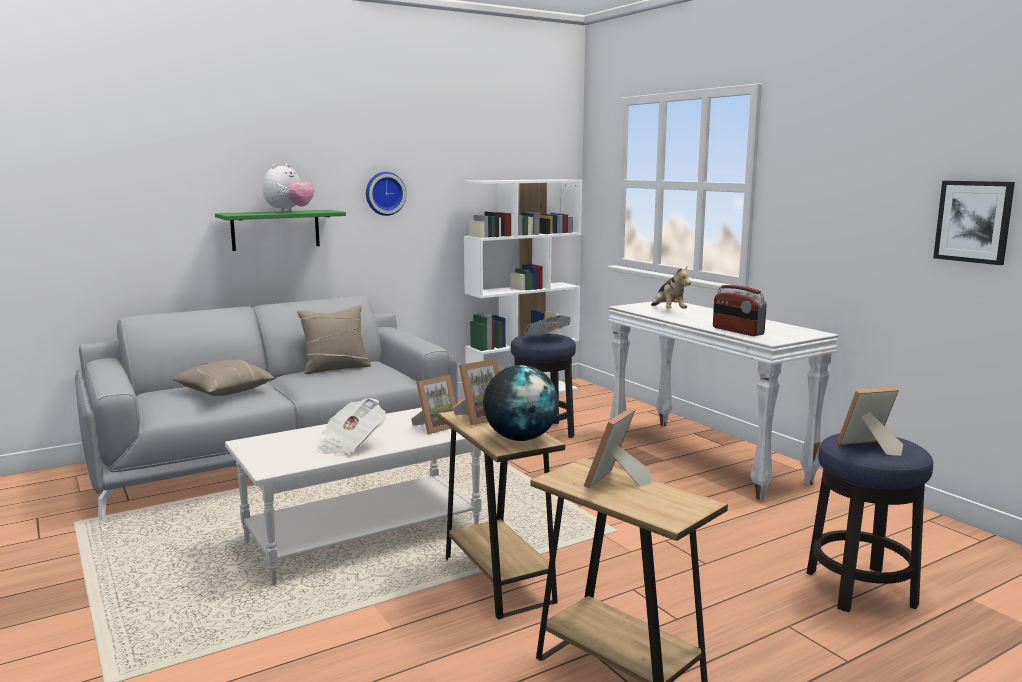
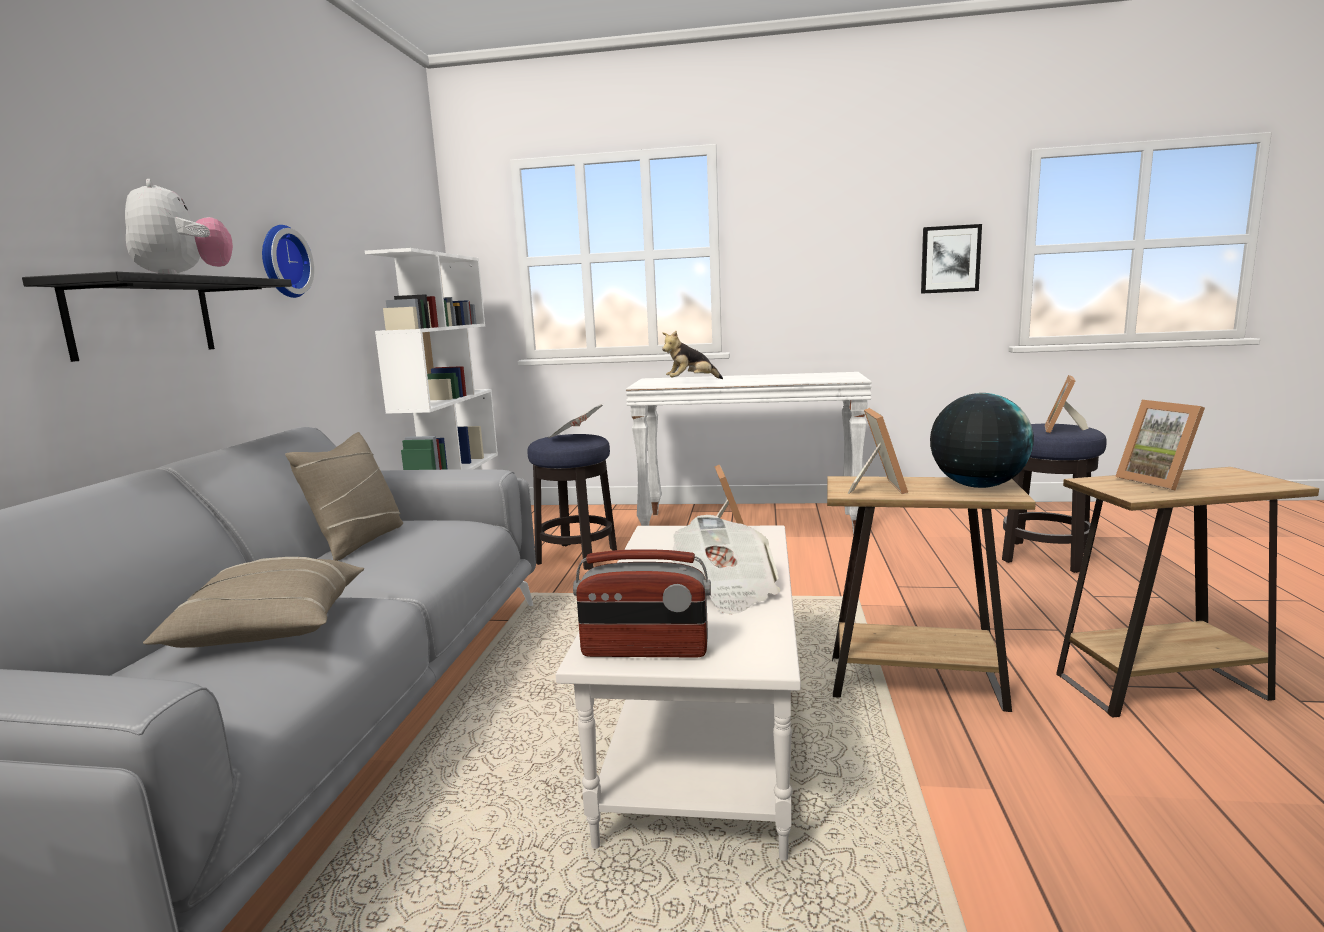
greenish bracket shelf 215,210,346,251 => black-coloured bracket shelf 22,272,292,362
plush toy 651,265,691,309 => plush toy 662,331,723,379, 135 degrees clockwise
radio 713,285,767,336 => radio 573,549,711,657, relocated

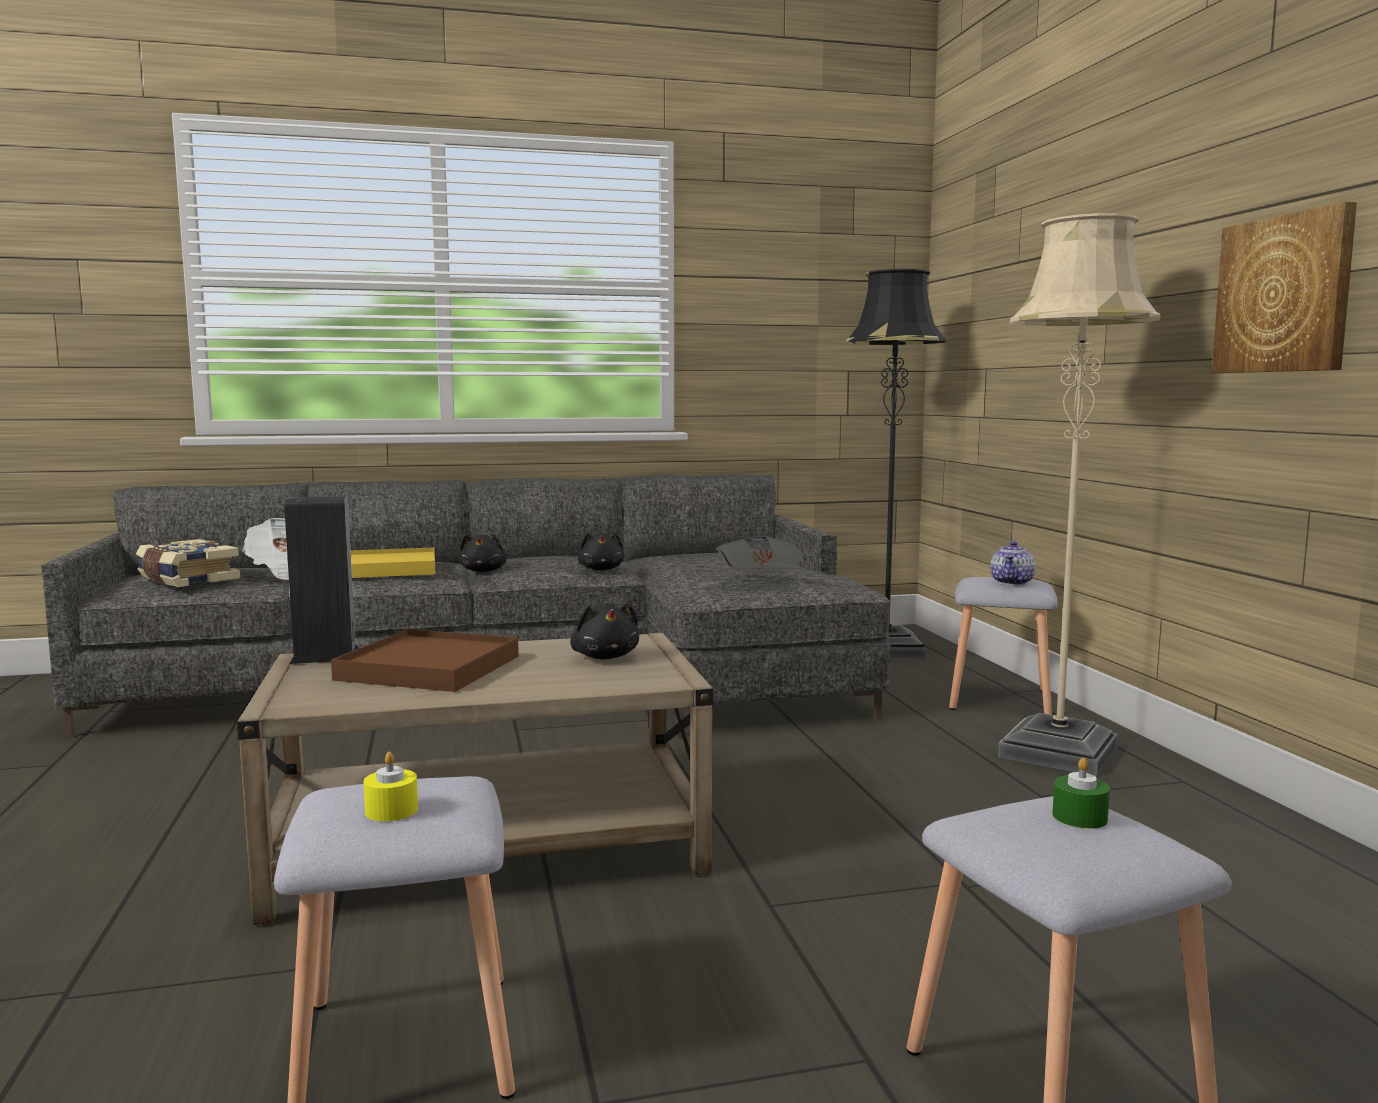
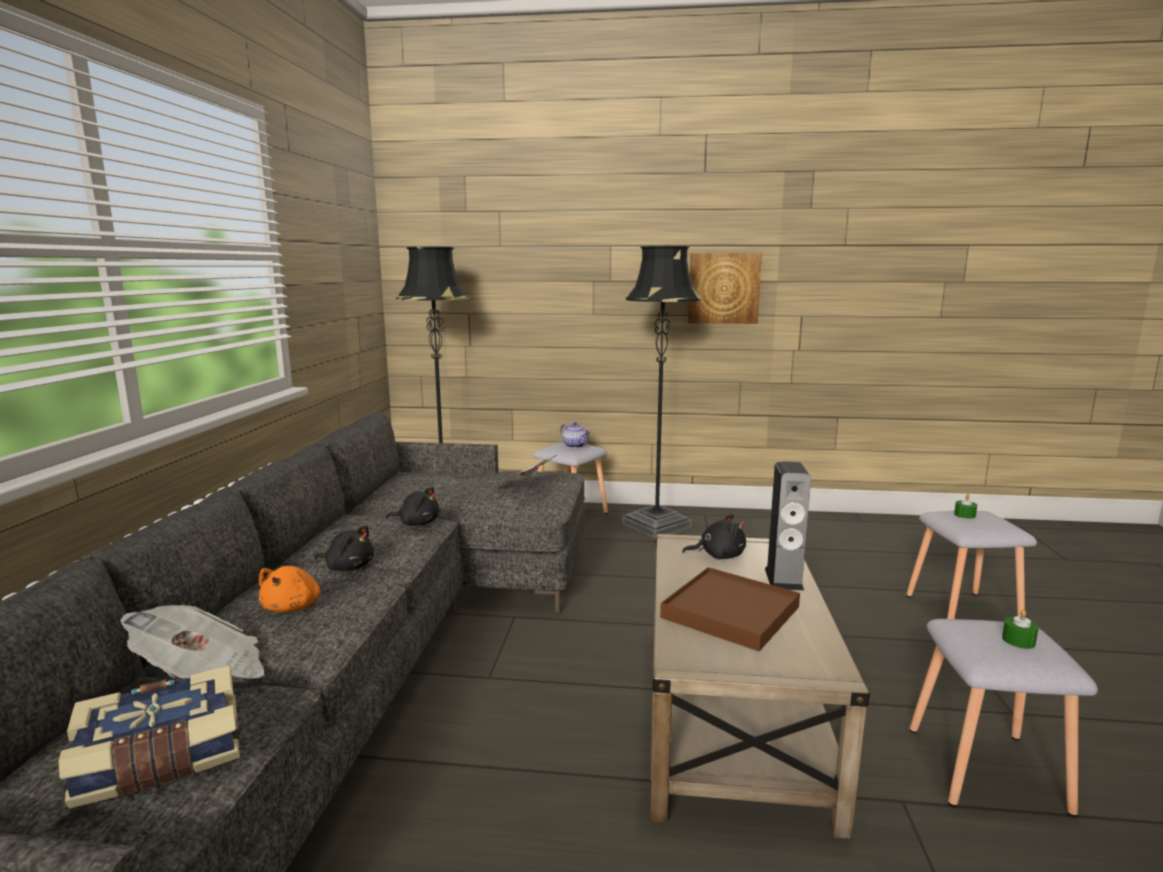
speaker 284,496,359,664 => speaker 765,461,811,591, relocated
yellowish carrying tray 351,547,435,578 => orange-coloured plush toy 259,566,320,613
yellowish wax light 364,752,418,821 => greenish wax light 1002,610,1039,649
beige-coloured floor lamp 998,213,1161,776 => black-coloured floor lamp 623,246,702,538

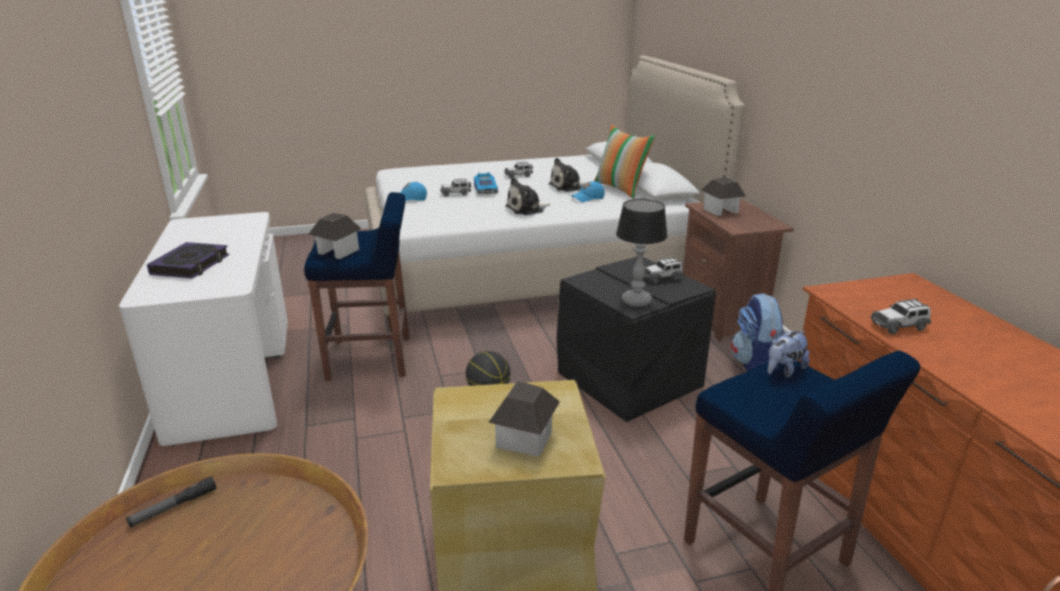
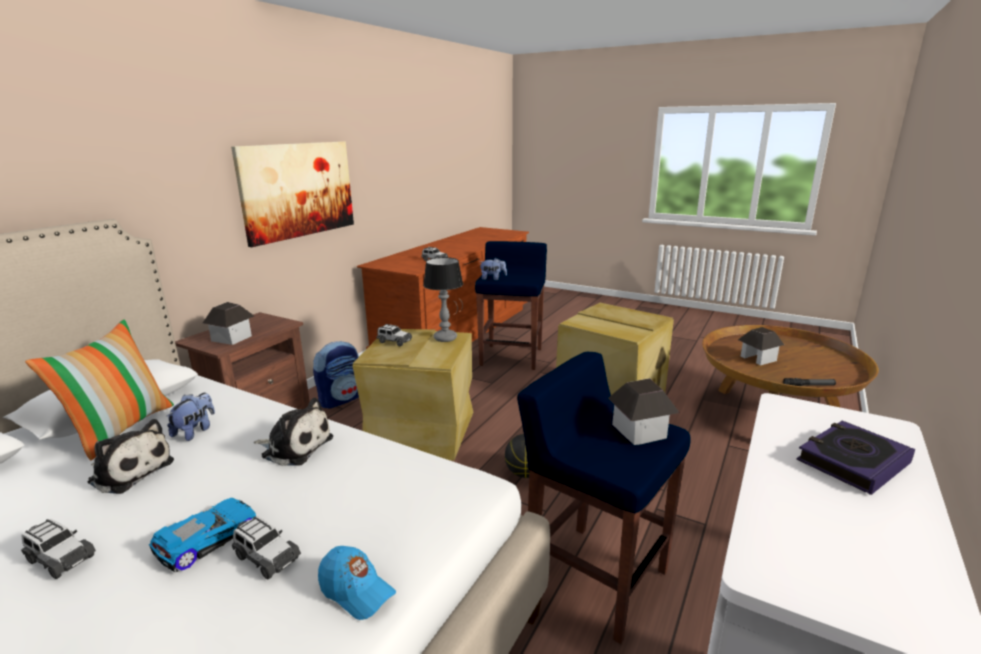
miniature house 488,381,560,457 => miniature house 738,327,784,365, relocated
black-coloured storage container 557,257,716,422 => beige-coloured storage container 353,329,474,461
blue-coloured peaked cap 571,181,604,202 => plush toy 167,393,215,441
nothing => wall picture 231,141,354,247

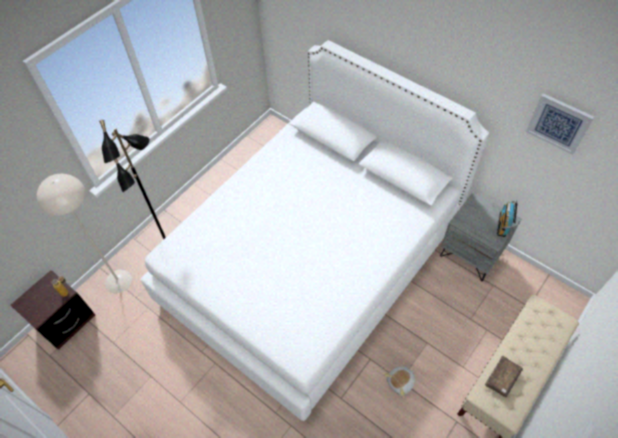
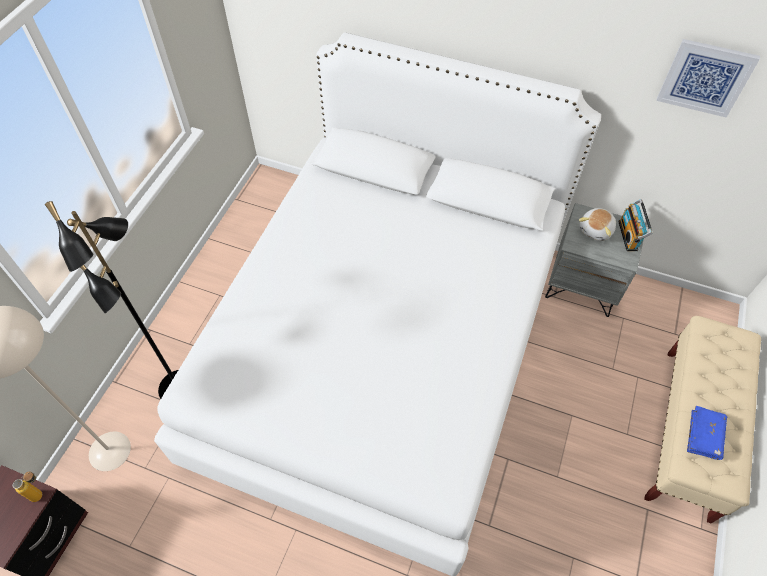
plush toy 384,366,415,396 => plush toy 579,208,616,241, relocated
brown-coloured volume 485,356,523,397 => blue-coloured volume 687,406,727,460

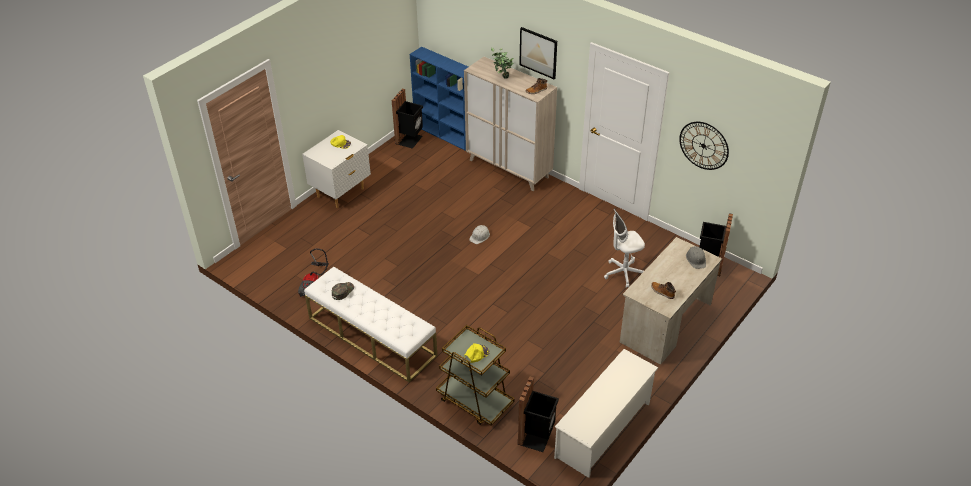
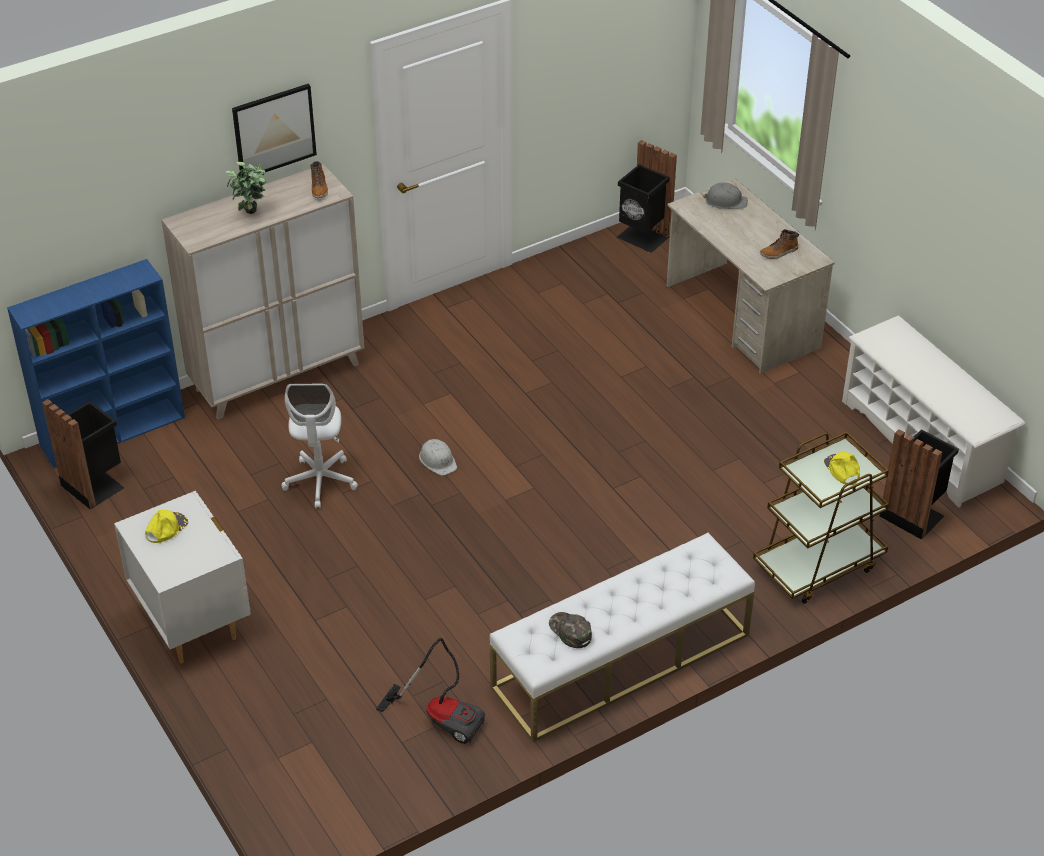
whitish office chair 604,209,645,288 => whitish office chair 281,383,358,508, relocated
clock on the wall 679,122,729,170 => nothing

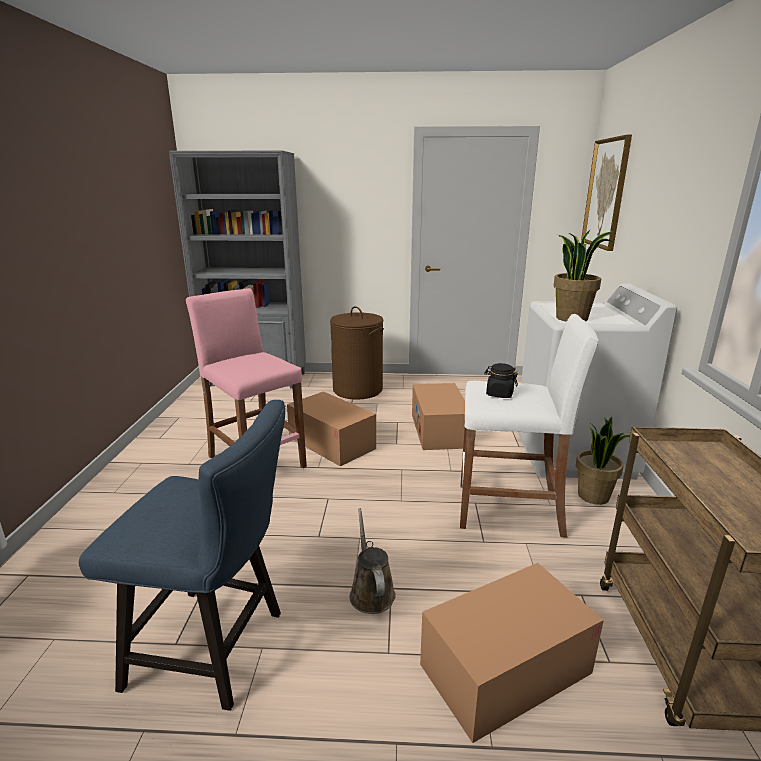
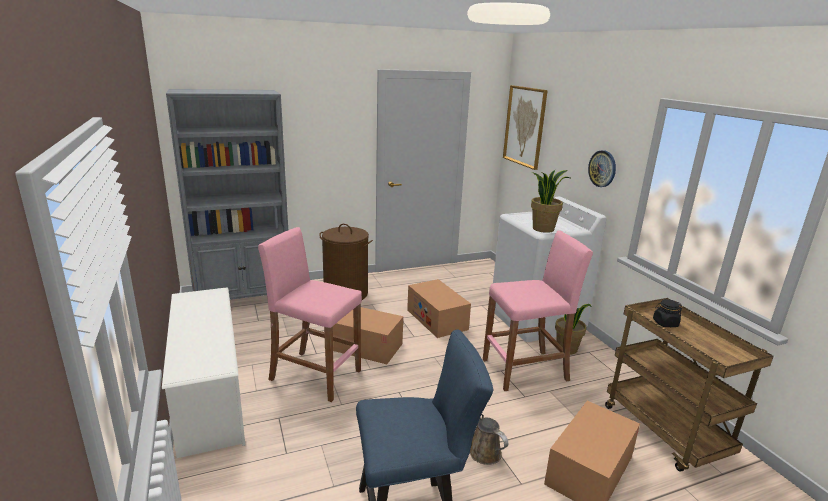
whitish stool 460,314,599,538 => pink-coloured stool 483,230,593,391
black-coloured storage jar 484,363,518,398 => black-coloured storage jar 653,299,682,327, relocated
nothing => whitish shoe stand 162,287,245,458
nothing => clock on the wall 588,150,616,187

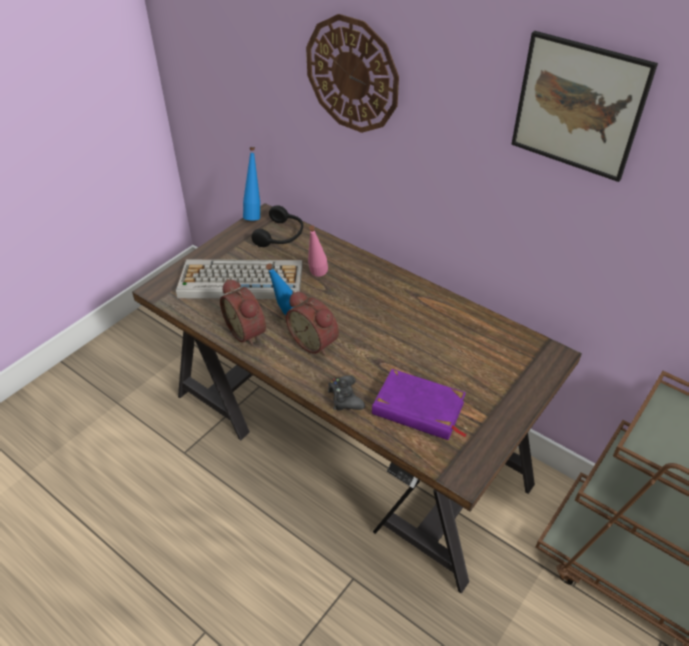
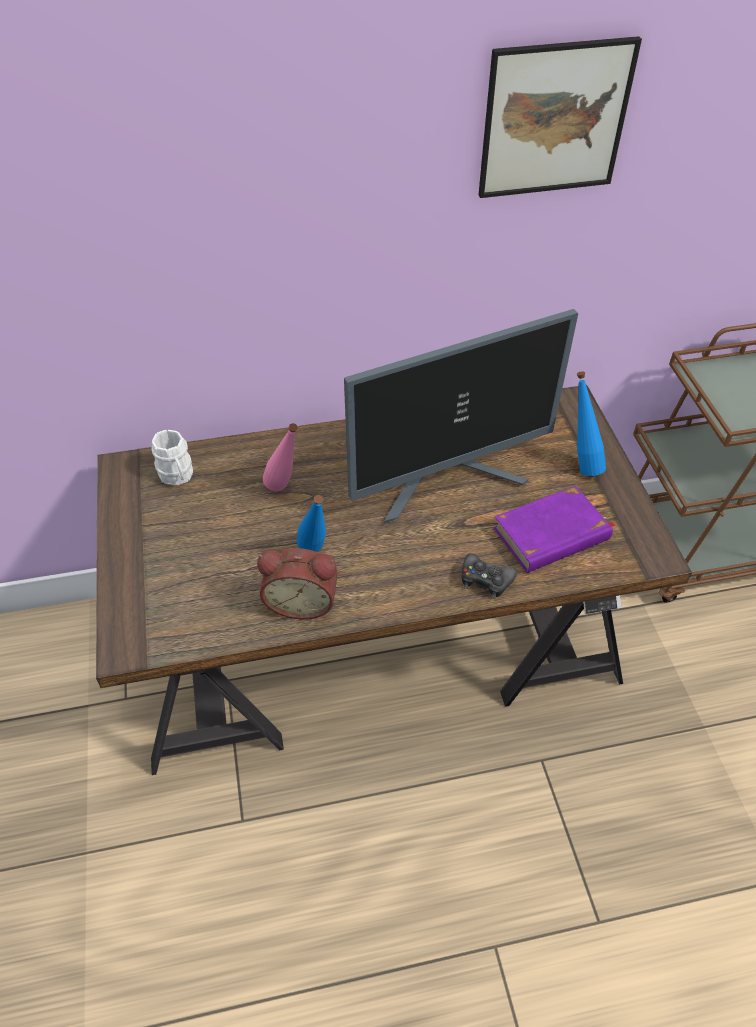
PC keyboard 176,260,303,299 => nothing
blue-coloured drink bottle 243,147,260,220 => blue-coloured drink bottle 577,371,606,476, relocated
black-coloured headset 252,205,303,247 => whitish coffee mug 151,430,193,485
table clock 286,291,339,355 => nothing
clock on the wall 306,14,399,133 => nothing
nothing => monitor 344,309,578,524

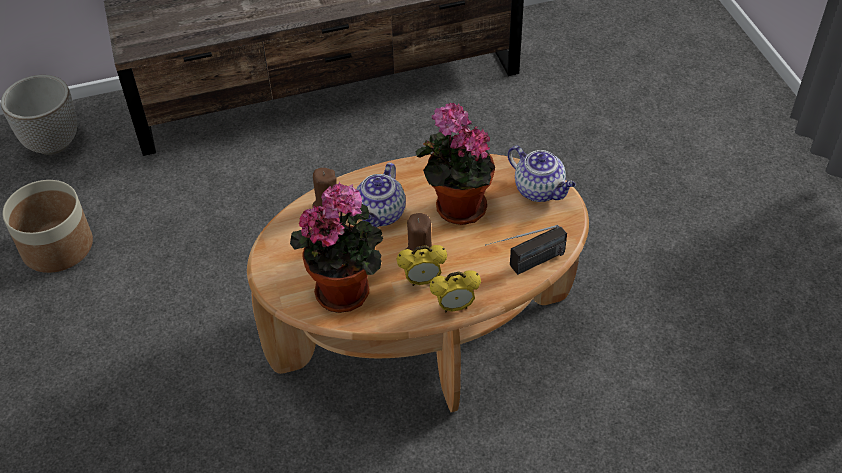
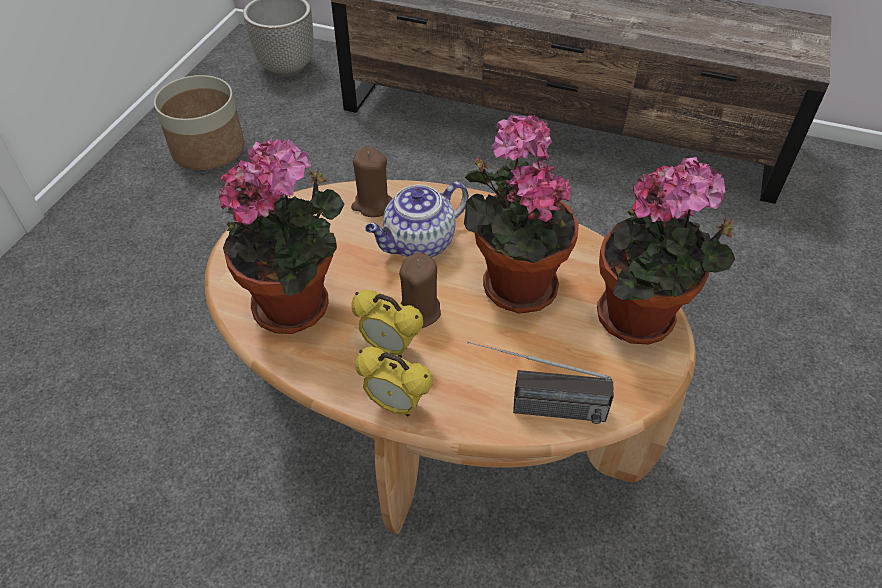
pot for tea 508,146,576,202 => potted plant 597,157,735,344

